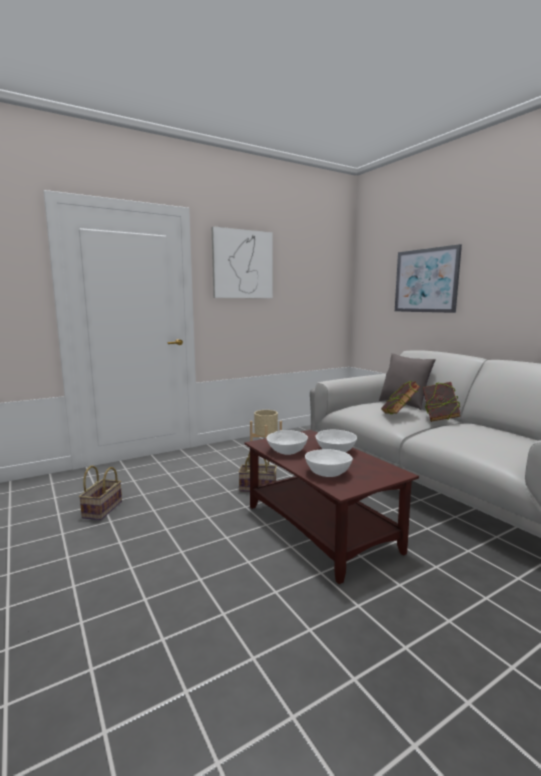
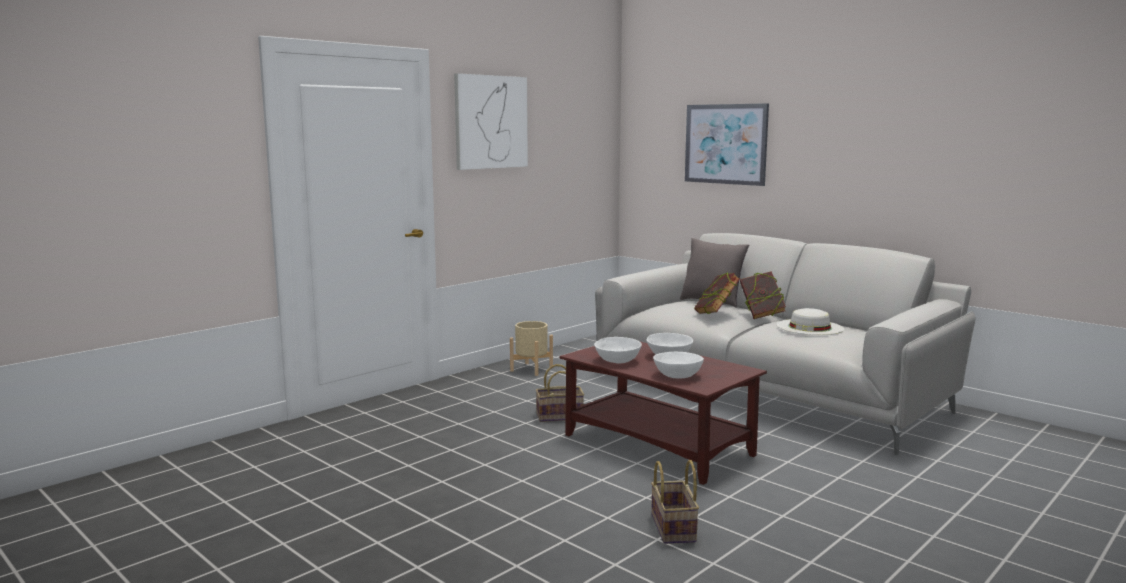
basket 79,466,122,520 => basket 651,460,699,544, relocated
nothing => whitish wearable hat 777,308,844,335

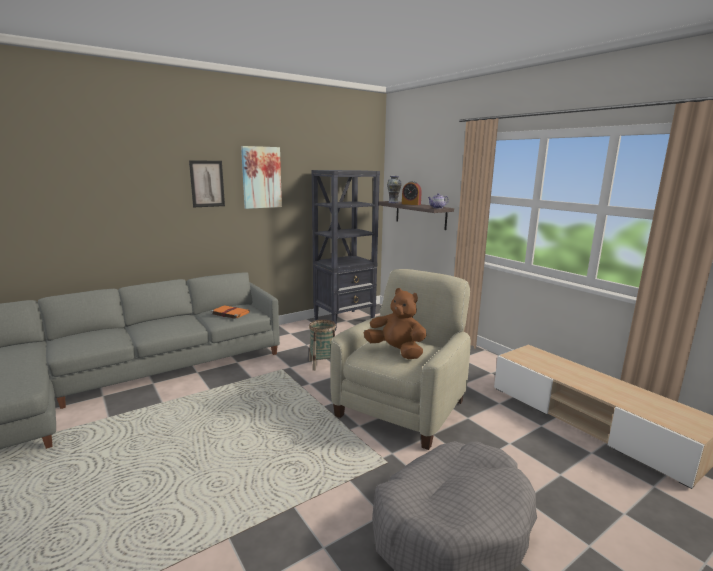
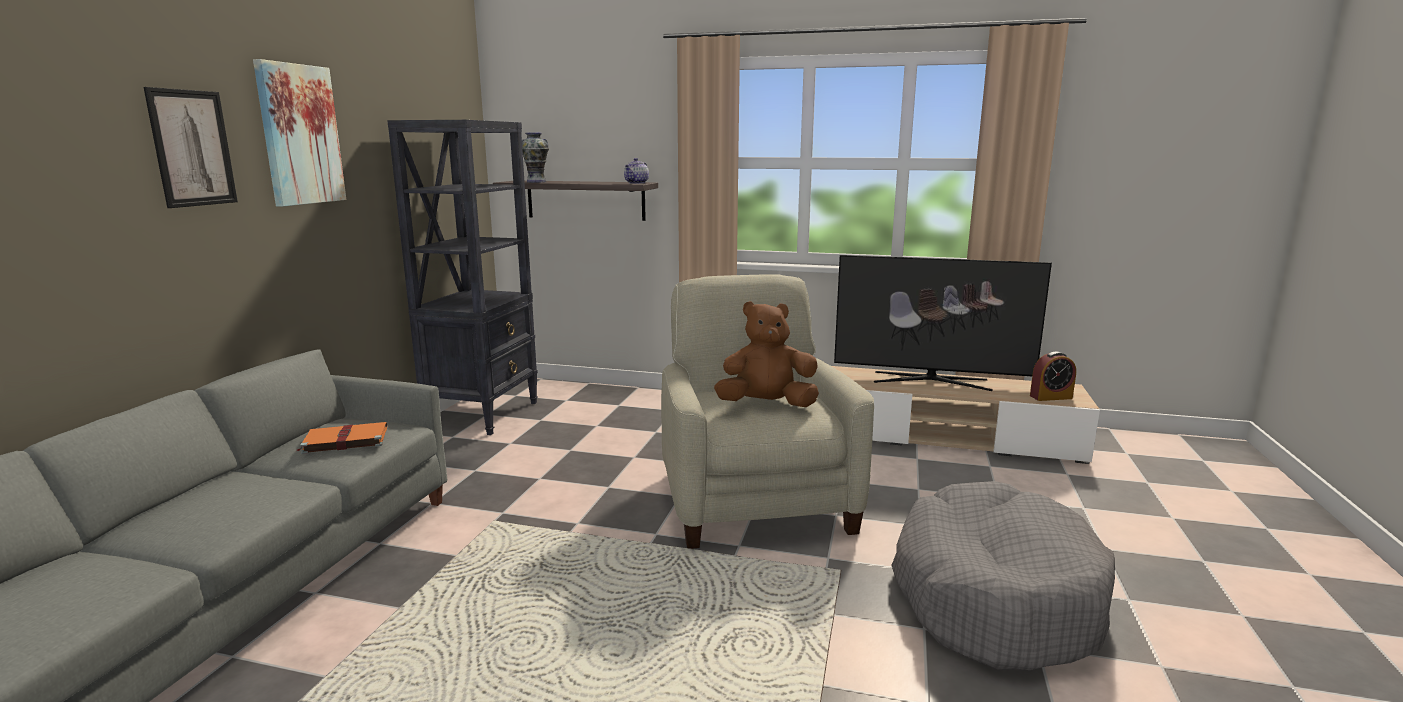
basket 309,320,336,371 => nothing
table clock 402,181,422,205 => table clock 1030,351,1076,401, relocated
nothing => TV 834,255,1052,391

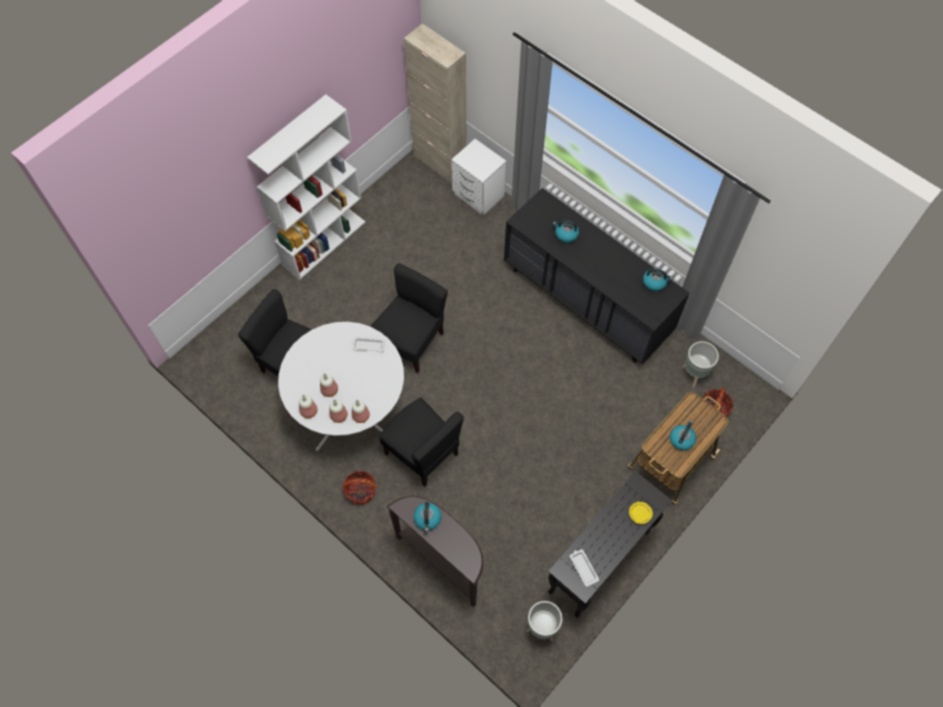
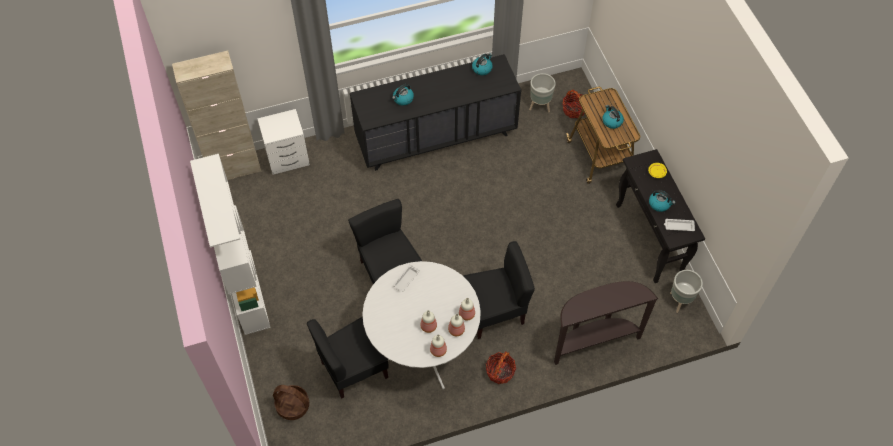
kettle 414,502,441,532 => kettle 649,190,675,212, relocated
nothing => basket 273,385,309,420

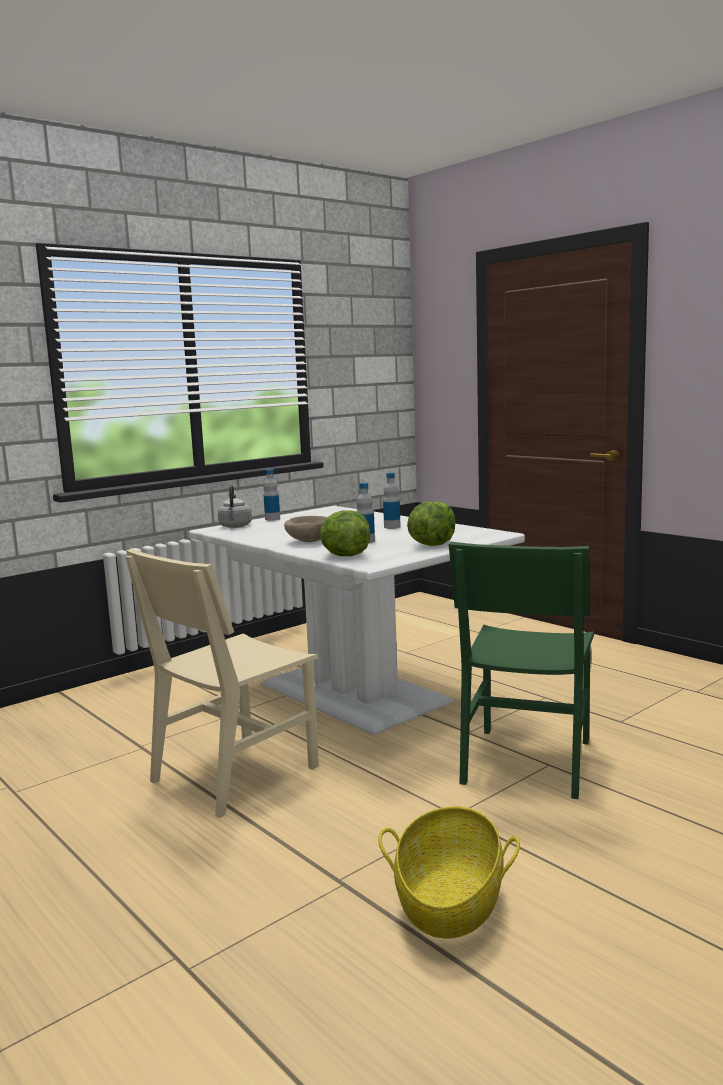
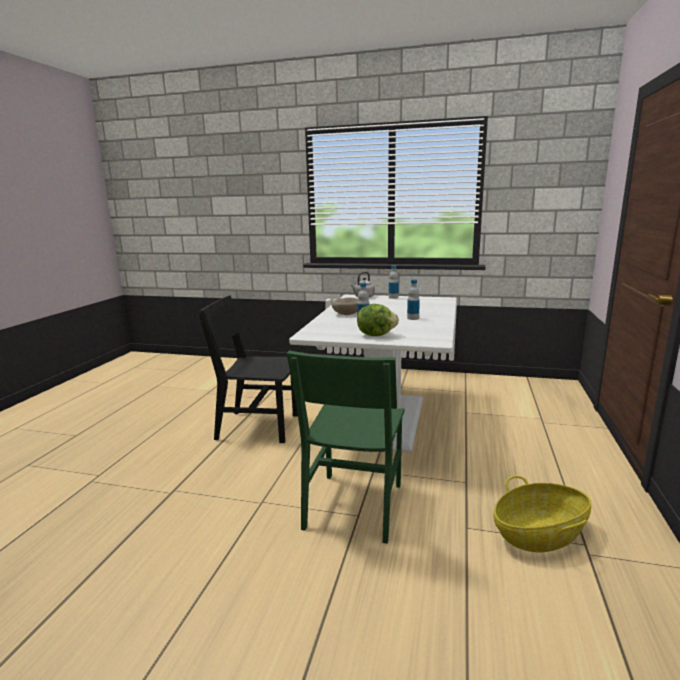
beige-coloured upright chair 125,548,319,818 => black-coloured upright chair 198,295,298,443
head of lettuce 320,510,370,556 => nothing
basket 379,806,520,939 => basket 494,476,591,553, relocated
greenish upright chair 449,542,594,799 => greenish upright chair 287,351,405,544, 60 degrees counterclockwise

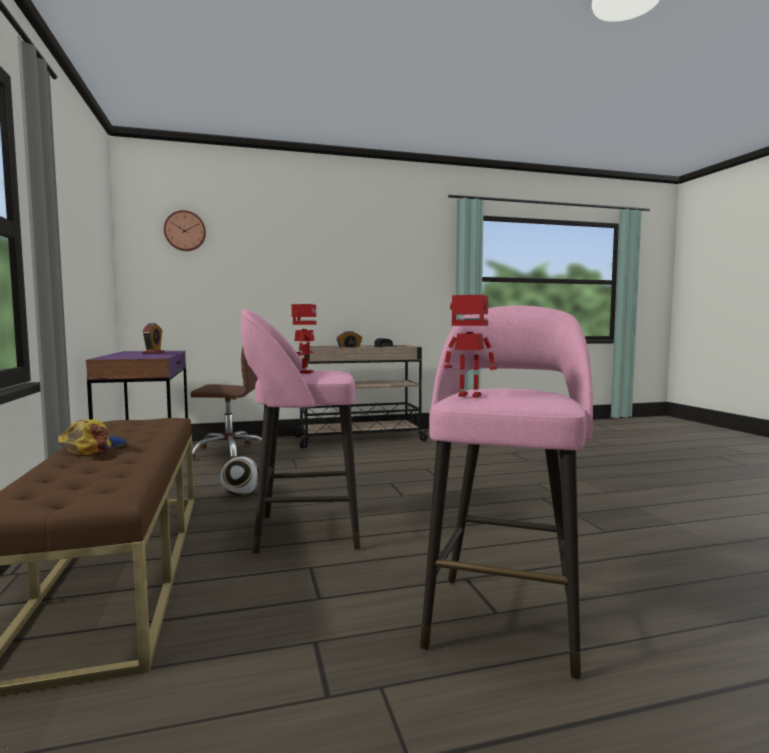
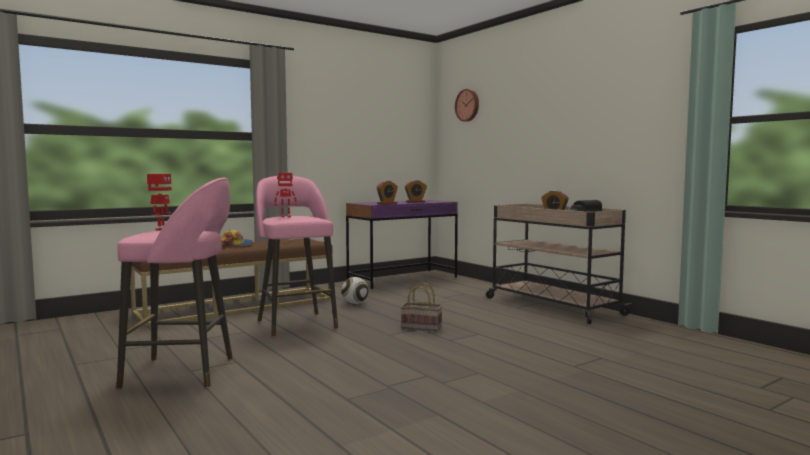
brown-coloured office chair 190,347,262,459 => nothing
nothing => table clock 376,181,398,205
nothing => basket 401,282,443,331

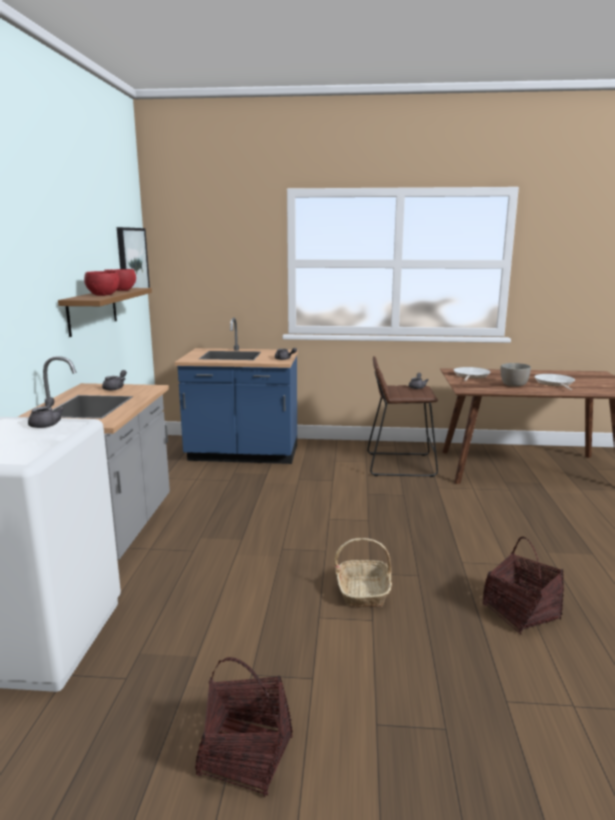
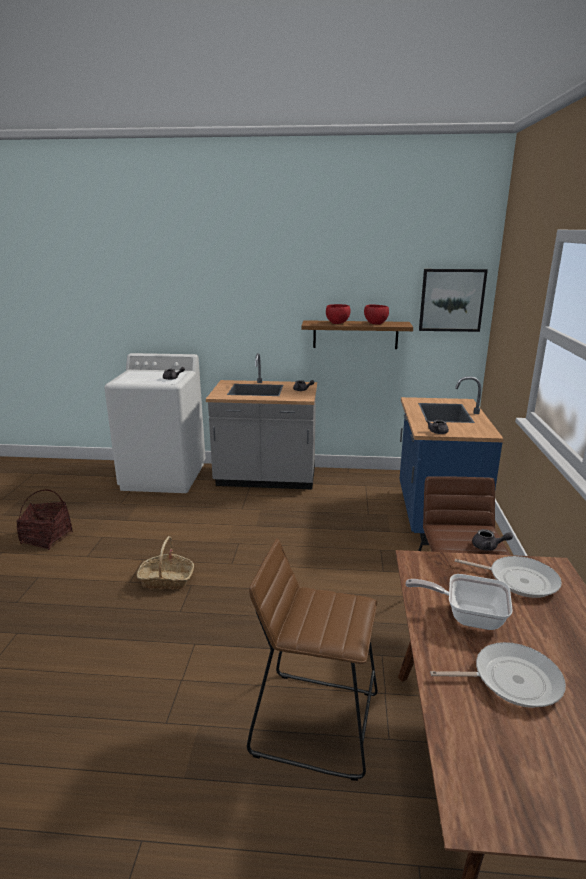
basket 483,537,564,635 => nothing
gray serving bowl 500,363,531,386 => frying pan 406,574,513,630
nothing => brown-coloured stool 247,538,378,781

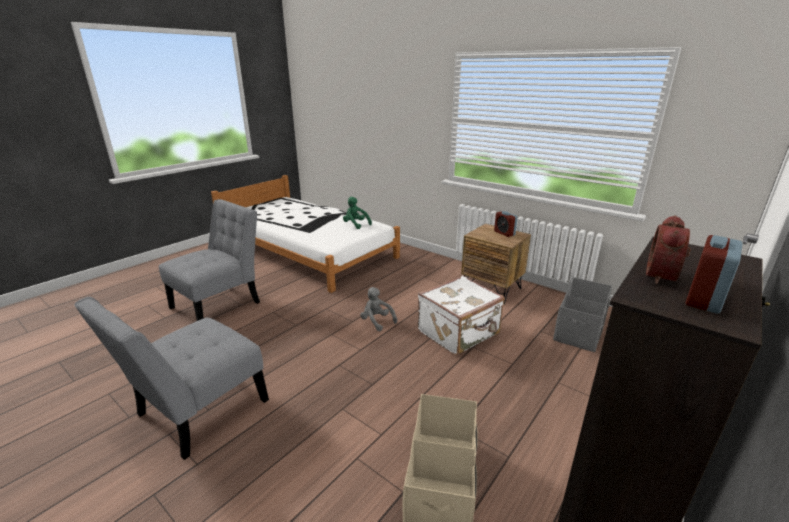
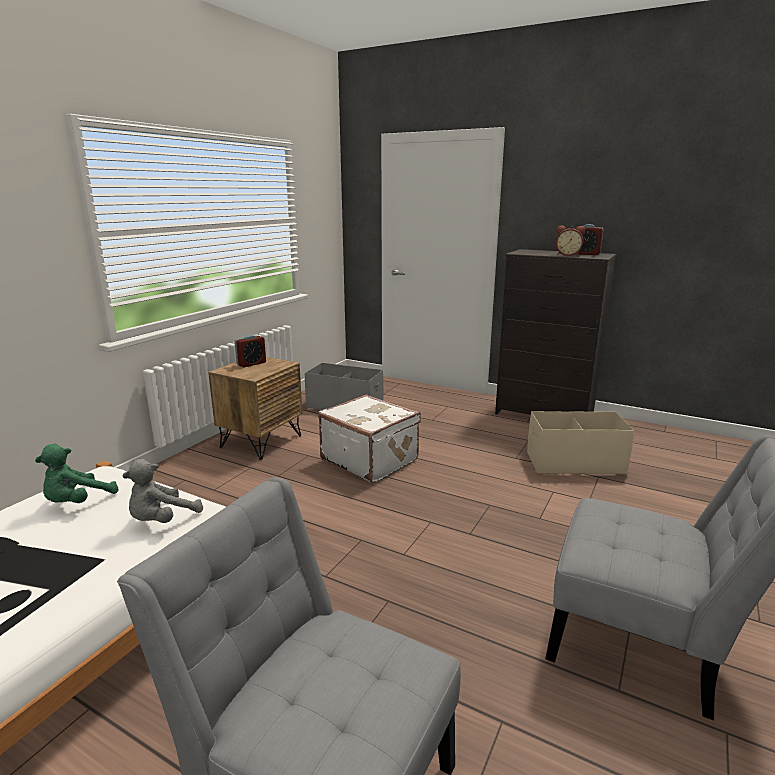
gray plush toy 360,287,397,331 => gray plush toy 122,459,203,523, relocated

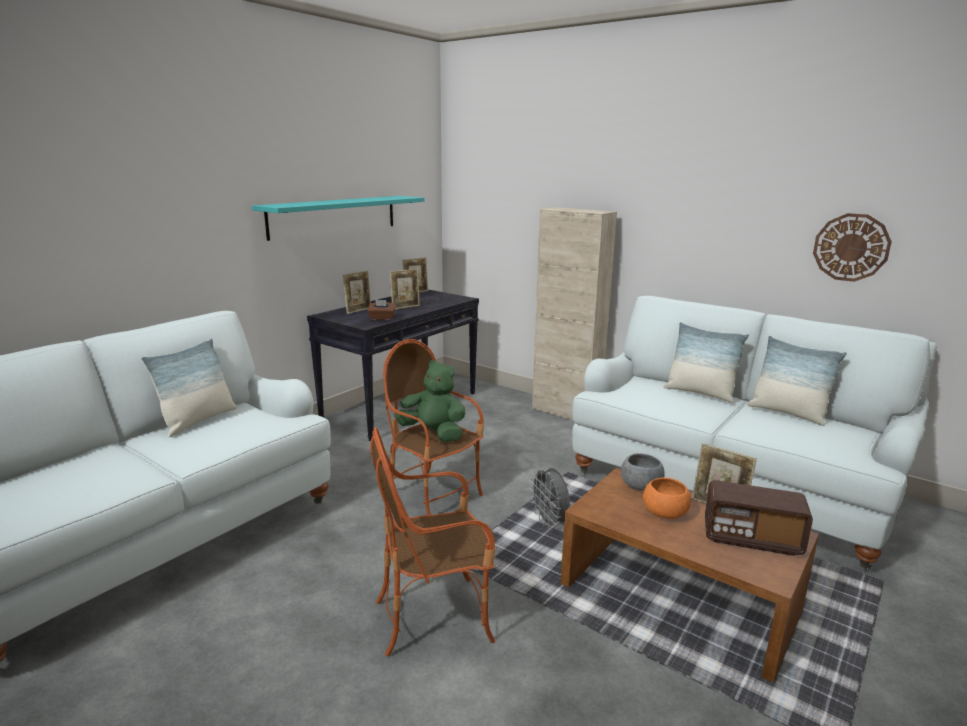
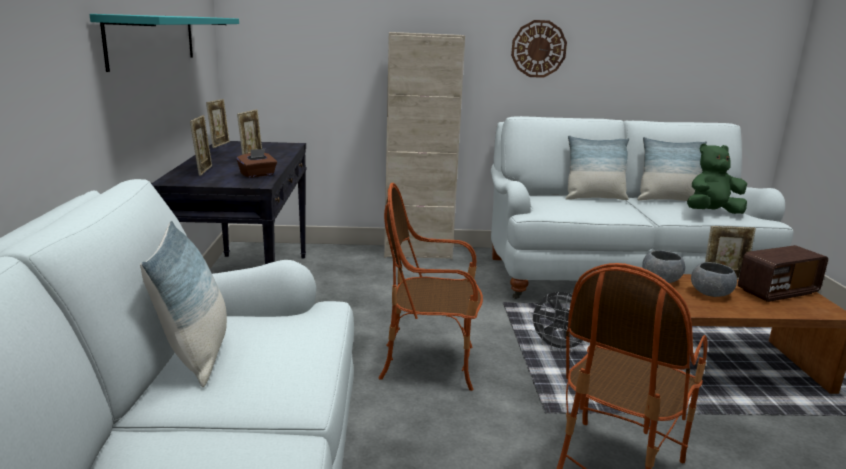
greenish plush toy 394,360,466,442 => greenish plush toy 687,143,747,214, relocated
orange-coloured serving bowl 643,477,691,519 => gray serving bowl 691,262,737,297
clock on the wall 813,213,892,282 => clock on the wall 511,20,567,78, relocated

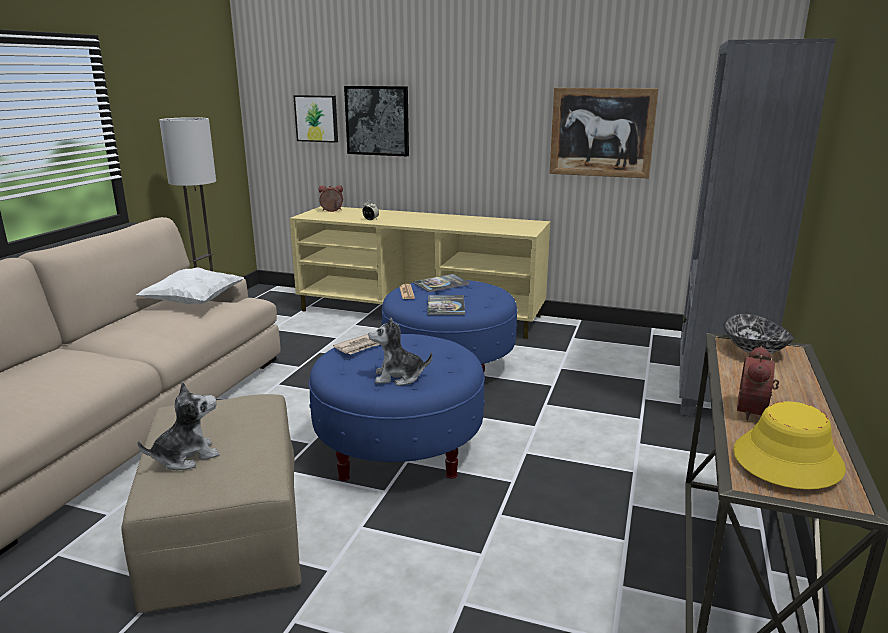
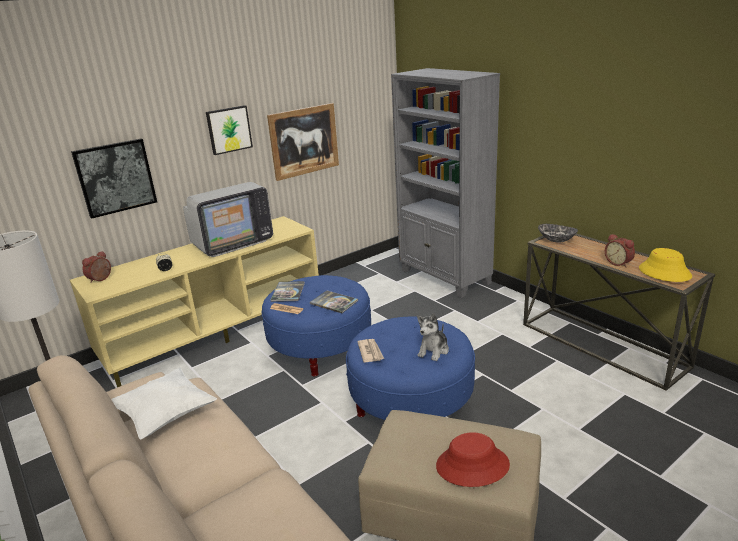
plush toy 137,382,220,470 => reddish wearable hat 436,432,510,487
wall picture 293,95,338,143 => wall picture 206,105,253,155, relocated
nothing => TV 183,182,273,257

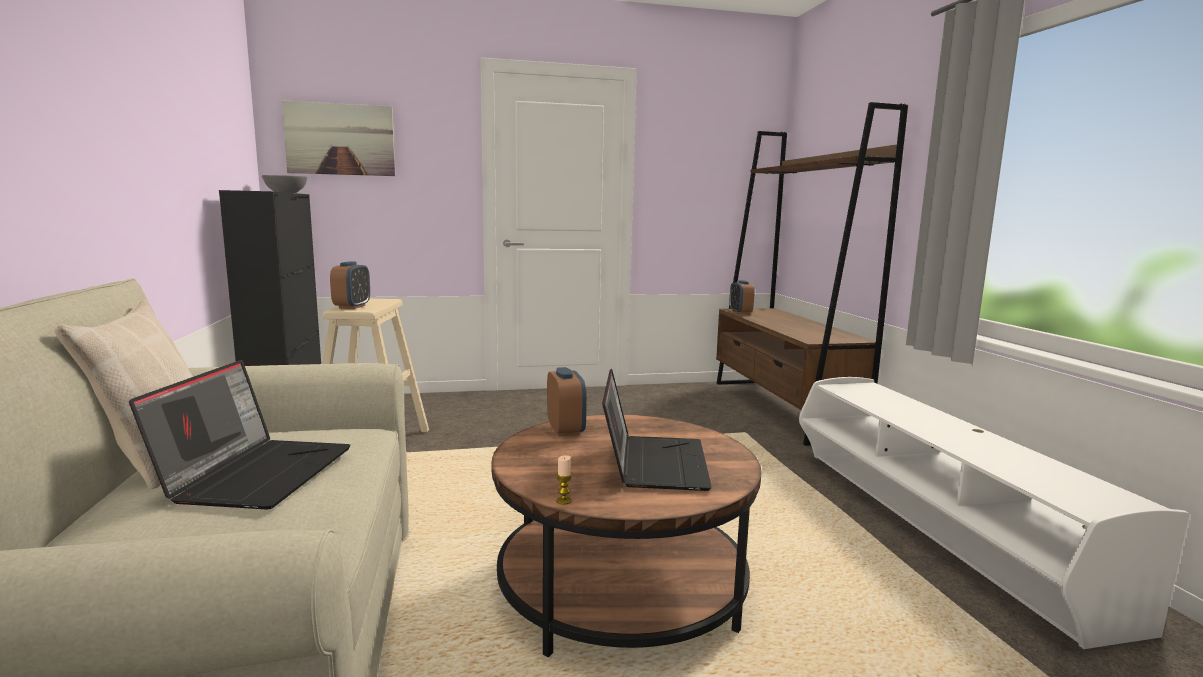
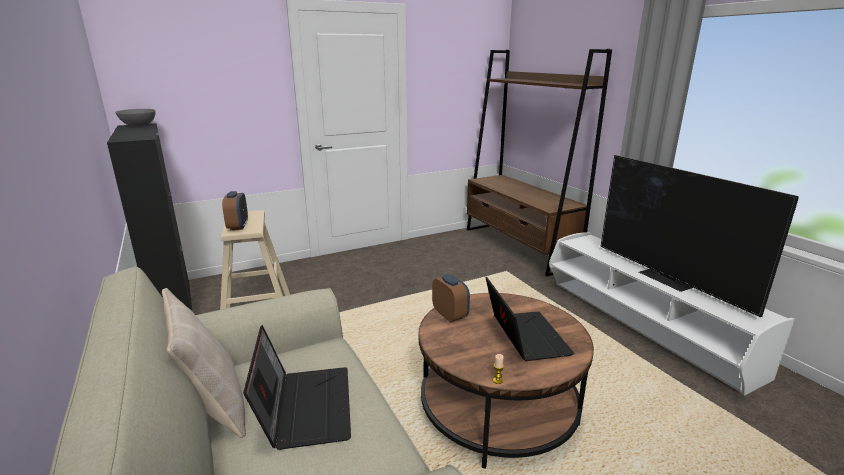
wall picture 282,101,395,176 => nothing
table clock 729,280,755,314 => nothing
nothing => TV 600,155,799,317

